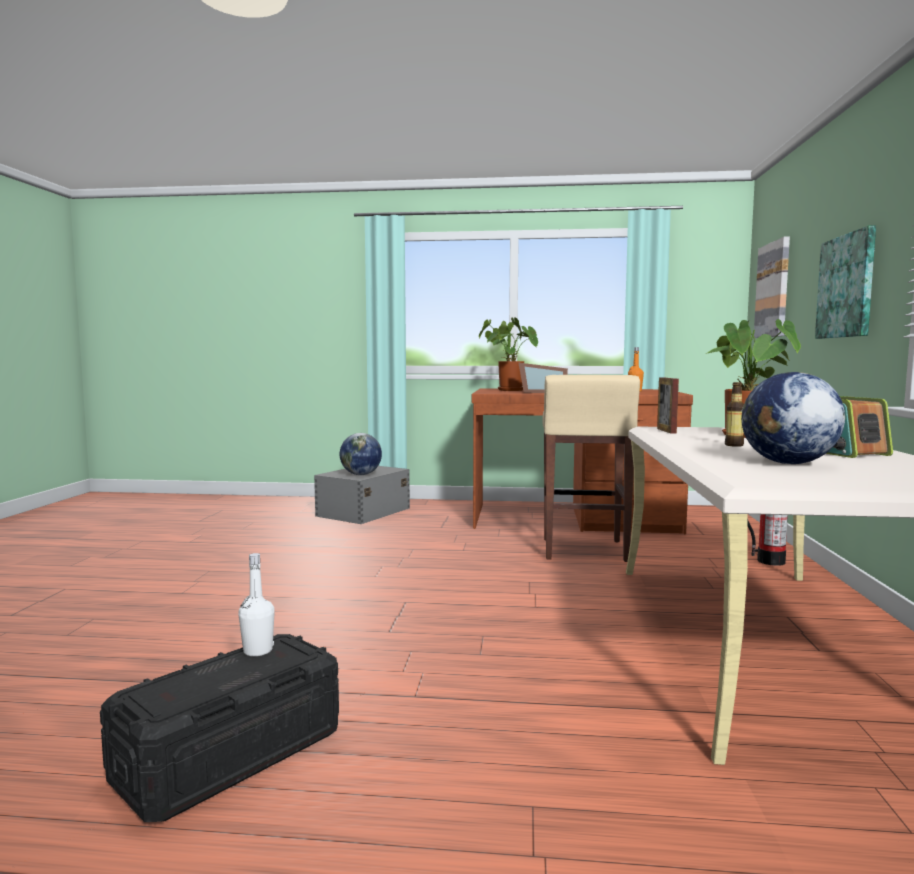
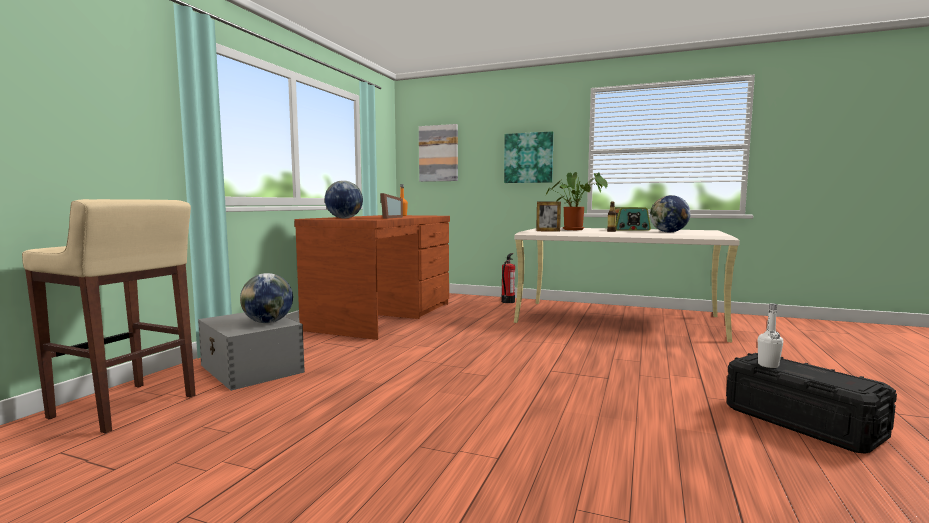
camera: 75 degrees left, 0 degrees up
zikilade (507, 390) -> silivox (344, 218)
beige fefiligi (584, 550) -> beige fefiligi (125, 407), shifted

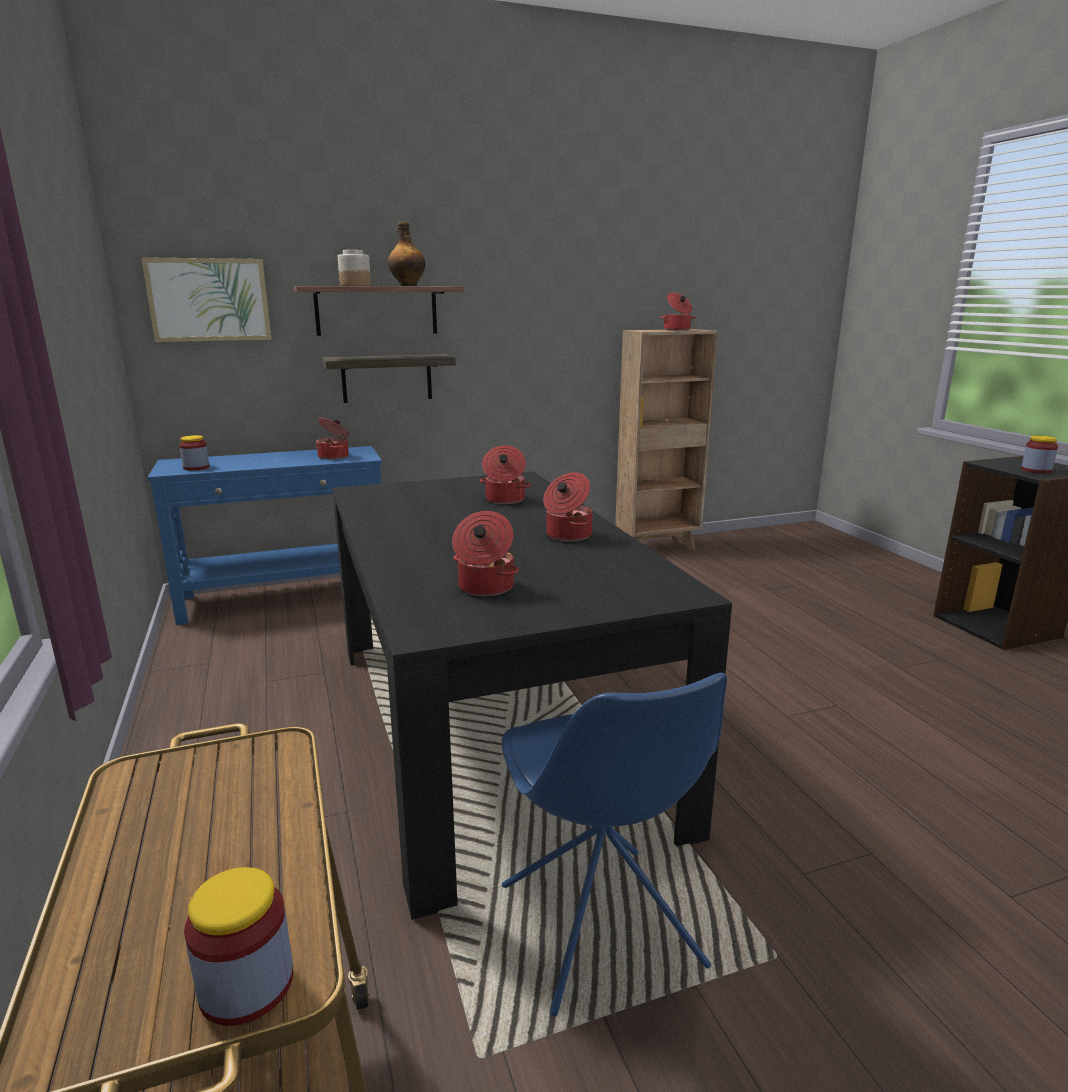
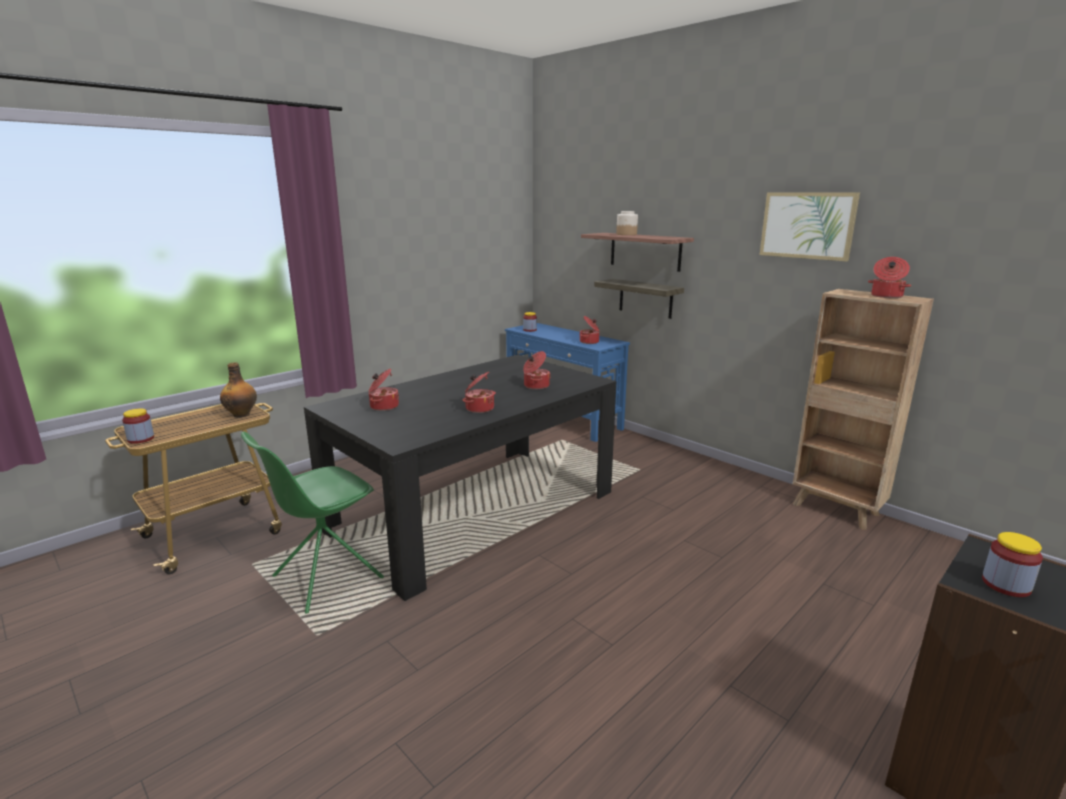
camera: 65 degrees right, 0 degrees up
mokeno (407, 286) -> mokeno (242, 414), shifted
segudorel (209, 300) -> segudorel (807, 225), shifted
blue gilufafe (600, 928) -> green gilufafe (325, 578)

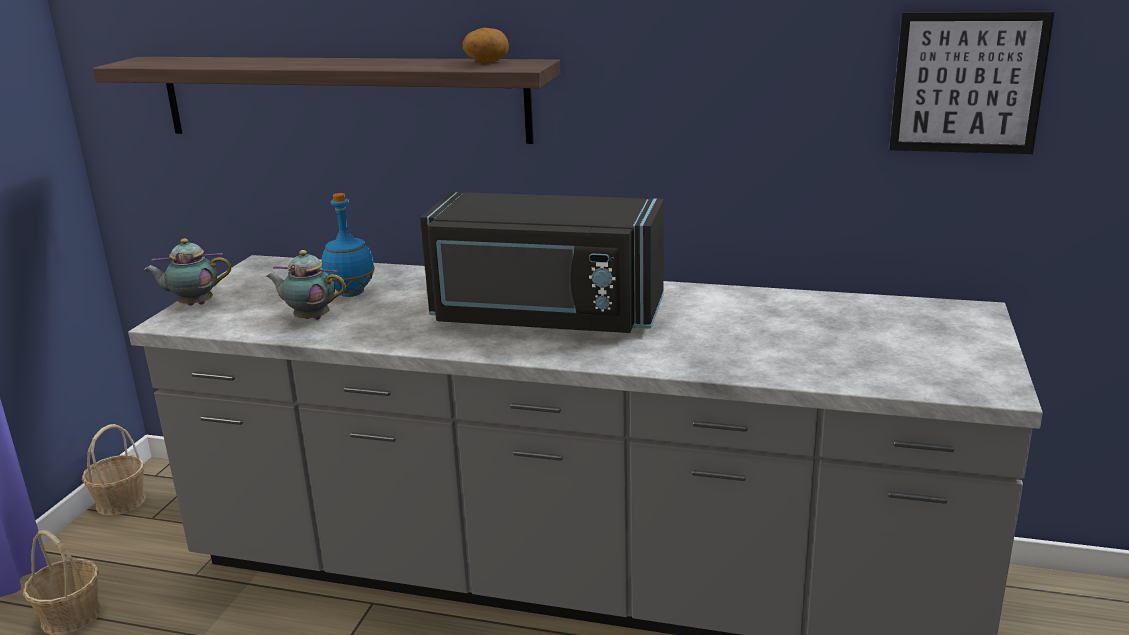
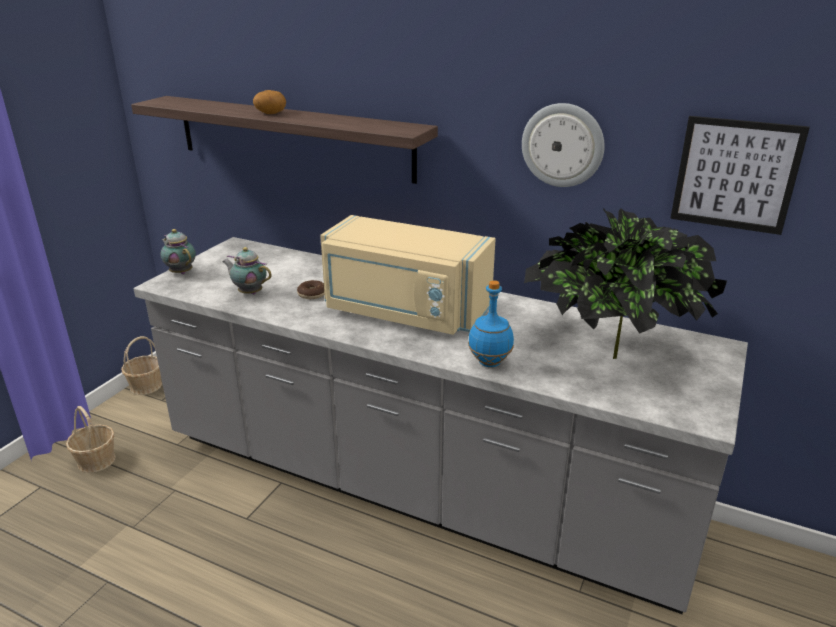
camera: 10 degrees right, 5 degrees up
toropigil (486, 62) -> toropigil (270, 113), shifted
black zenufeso (545, 317) -> beige zenufeso (404, 312)
blue mokeno (350, 293) -> blue mokeno (489, 362), shifted
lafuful (193, 304) -> lafuful (181, 272), 45 degrees clockwise
none -> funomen (562, 145)
none -> zikilade (609, 357)
none -> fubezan (312, 294)

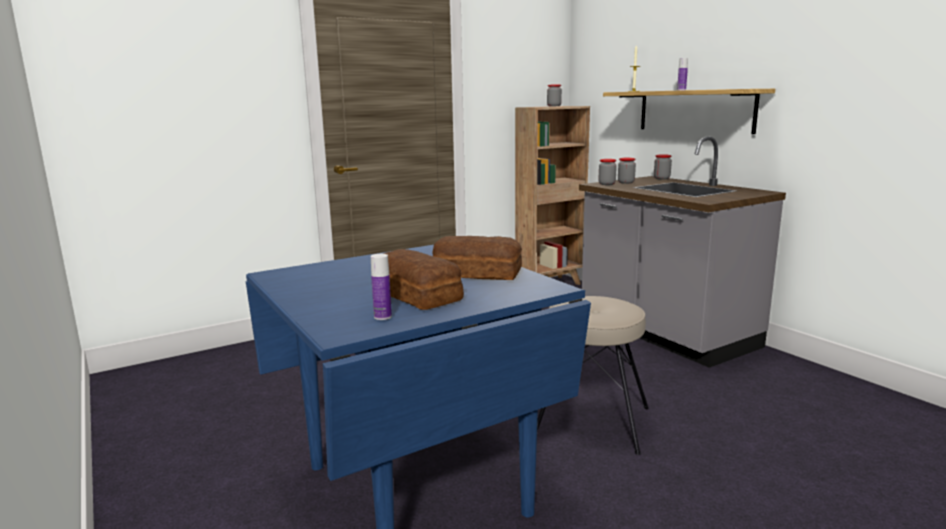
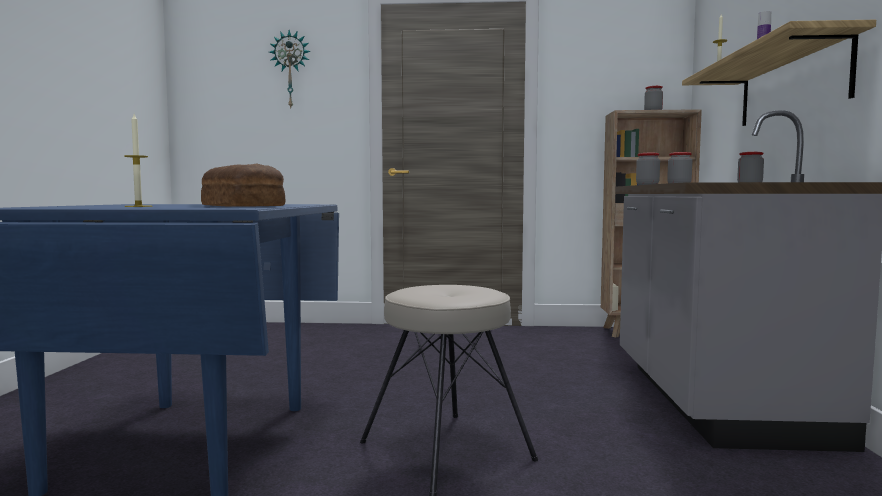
camera: 35 degrees right, 10 degrees down
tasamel (417, 294) -> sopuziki (138, 206)
mokeno (382, 317) -> none
none -> funomen (291, 70)

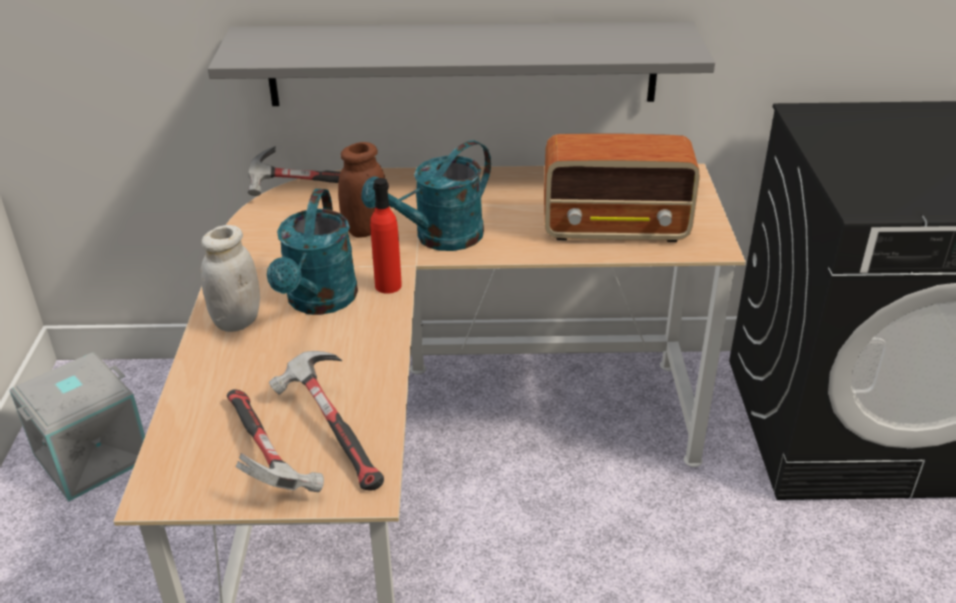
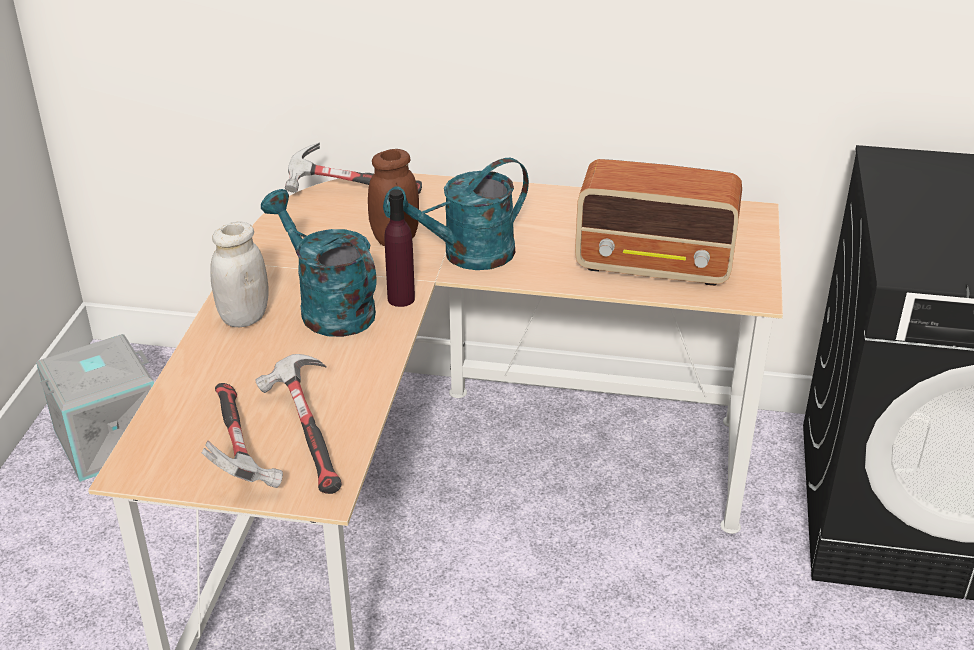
camera: 10 degrees right, 0 degrees up
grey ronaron (462, 64) -> none
red mokeno (388, 285) -> purple mokeno (401, 299)
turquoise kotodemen (319, 302) -> turquoise kotodemen (328, 308), 120 degrees clockwise

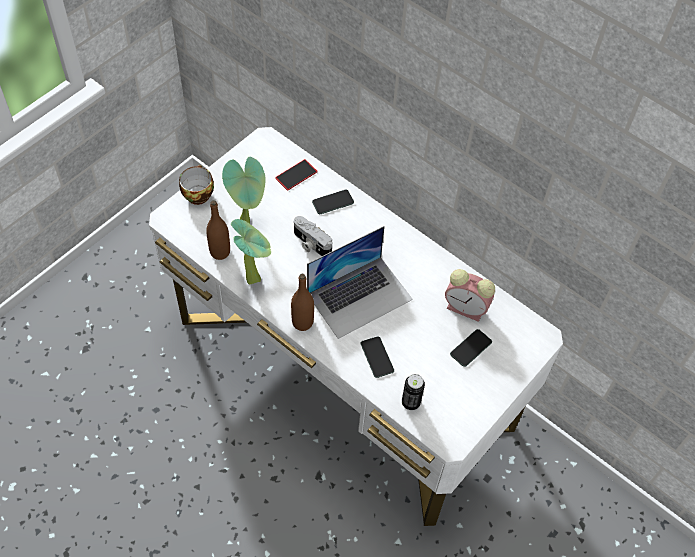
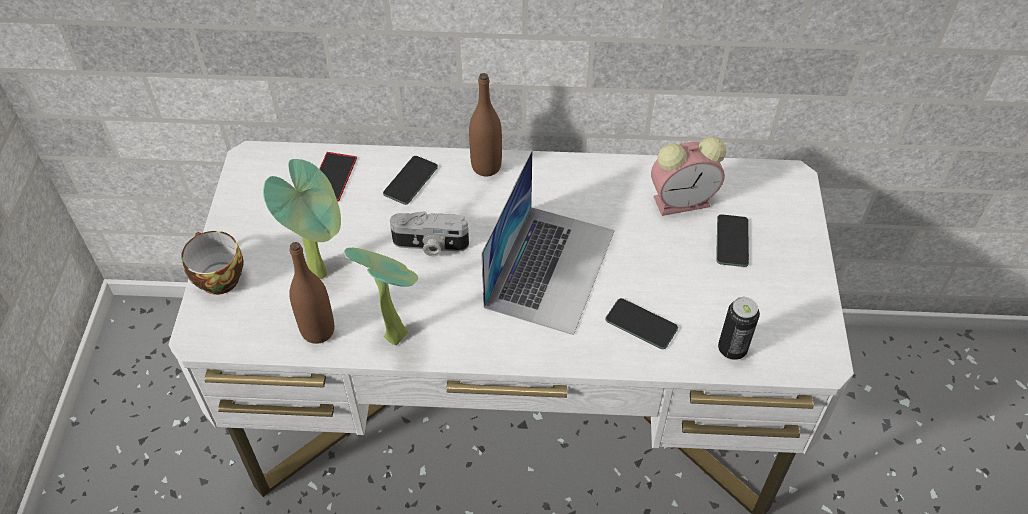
camera: 35 degrees left, 5 degrees down
brown mokeno (302, 322) -> brown mokeno (486, 166), shifted

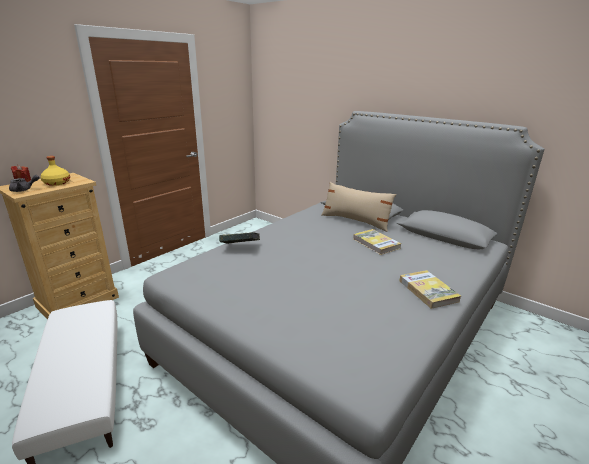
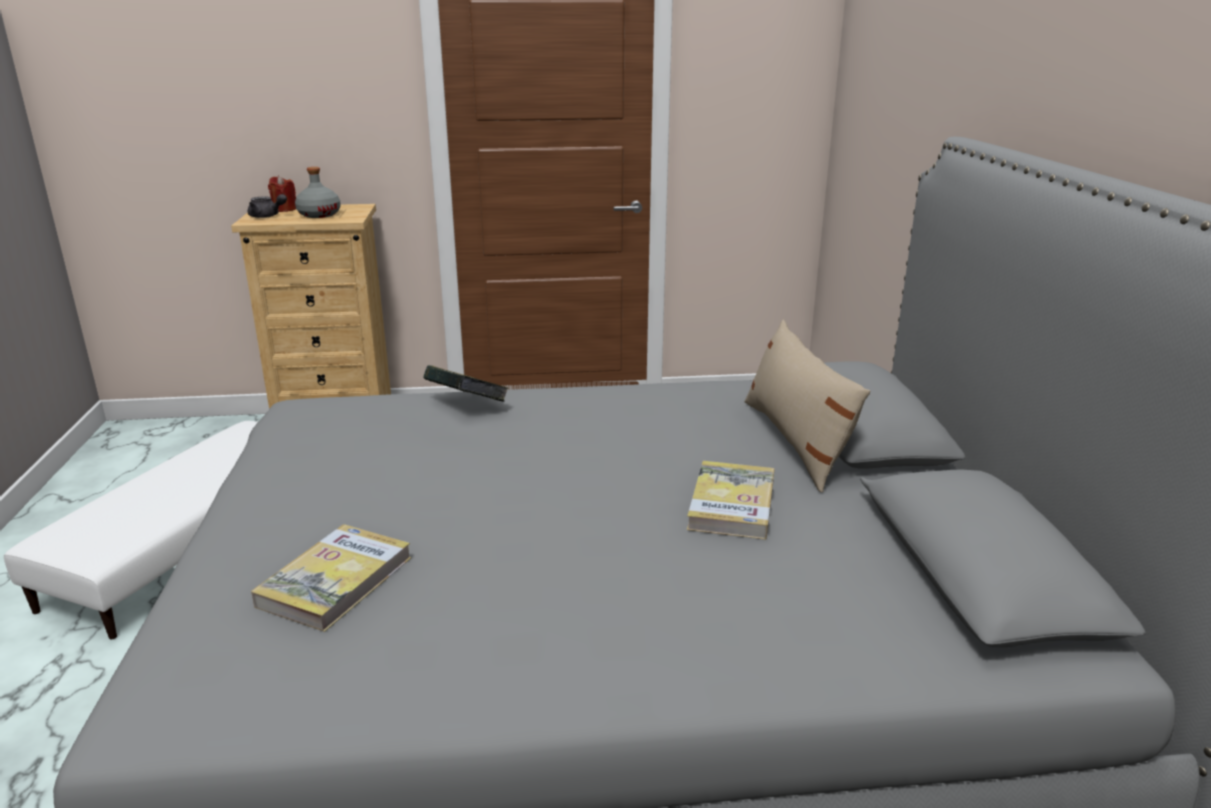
camera: 45 degrees right, 0 degrees up
yellow mokeno (56, 183) -> grey mokeno (319, 214)
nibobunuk (428, 291) -> nibobunuk (335, 581), shifted

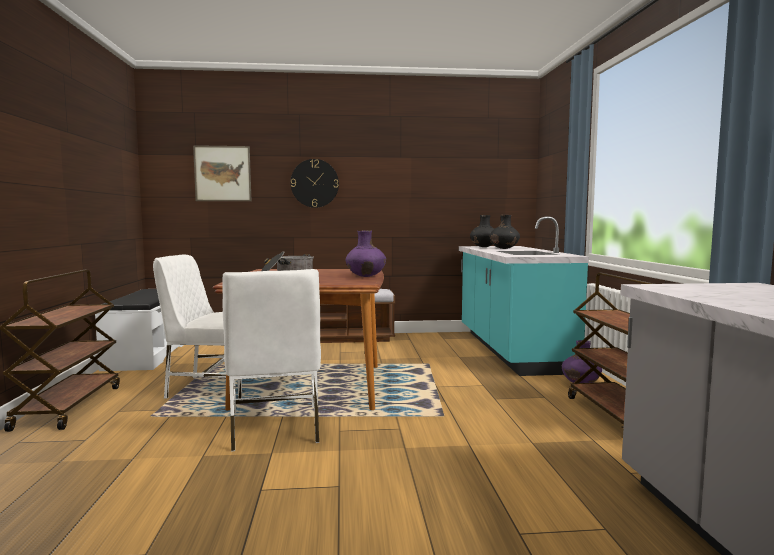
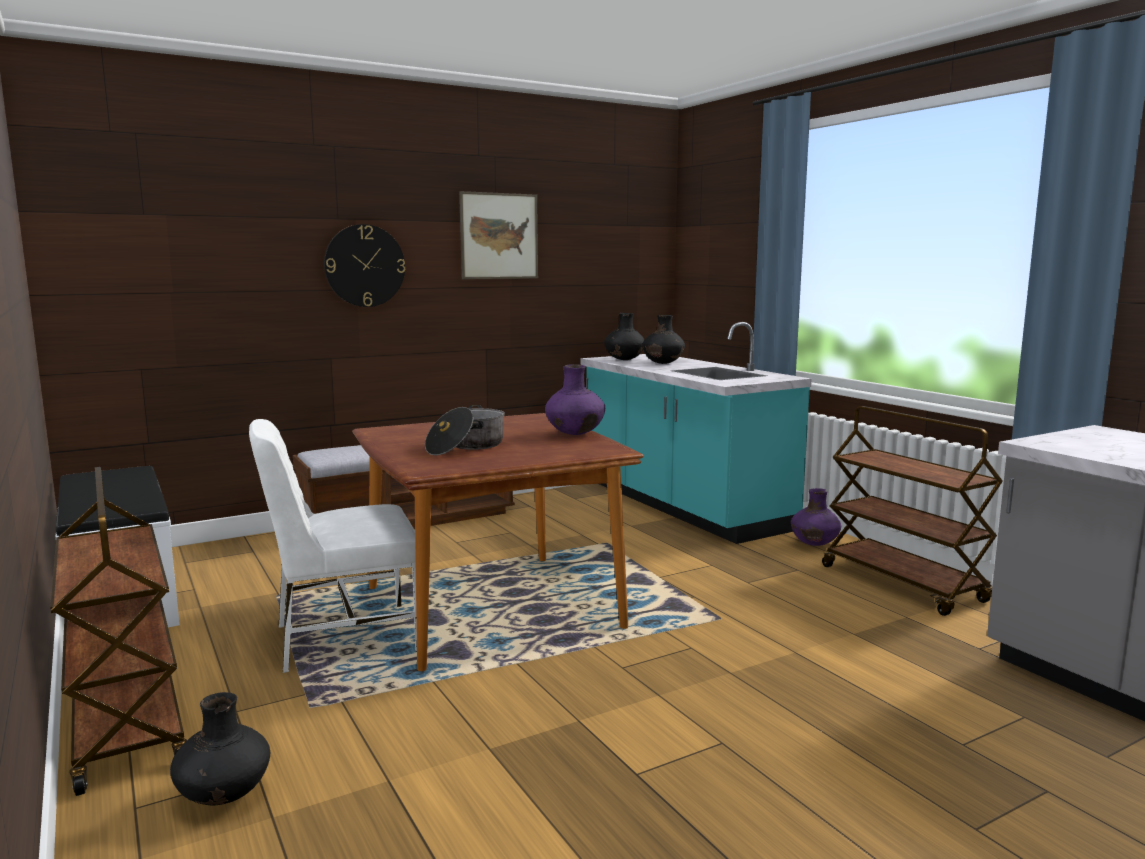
camera: 25 degrees left, 5 degrees up
segudorel (222, 173) -> segudorel (499, 236), shifted
white gilufafe (274, 427) -> none
none -> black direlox (223, 796)

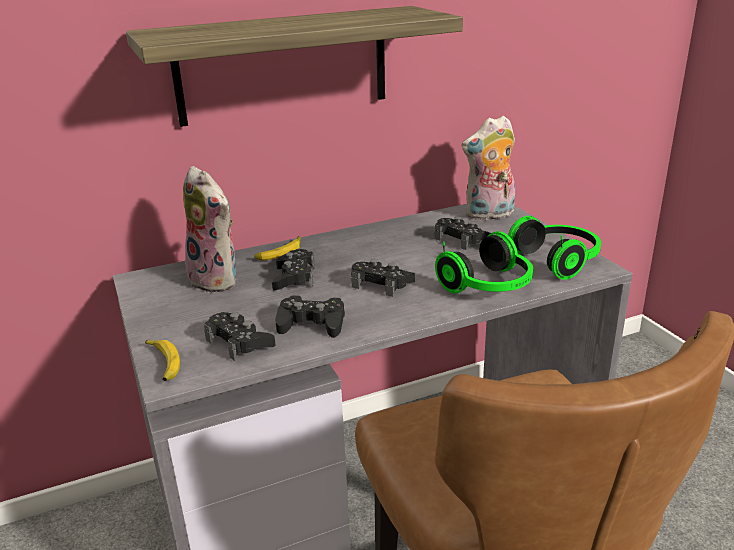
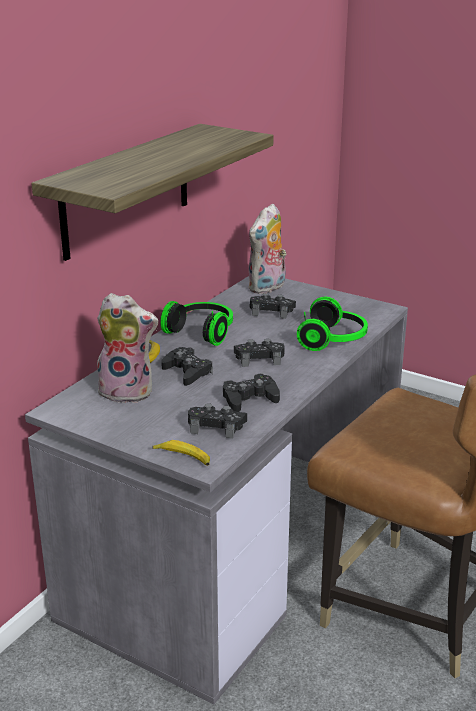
camera: 35 degrees left, 0 degrees up
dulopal (559, 260) -> dulopal (202, 332), shifted

